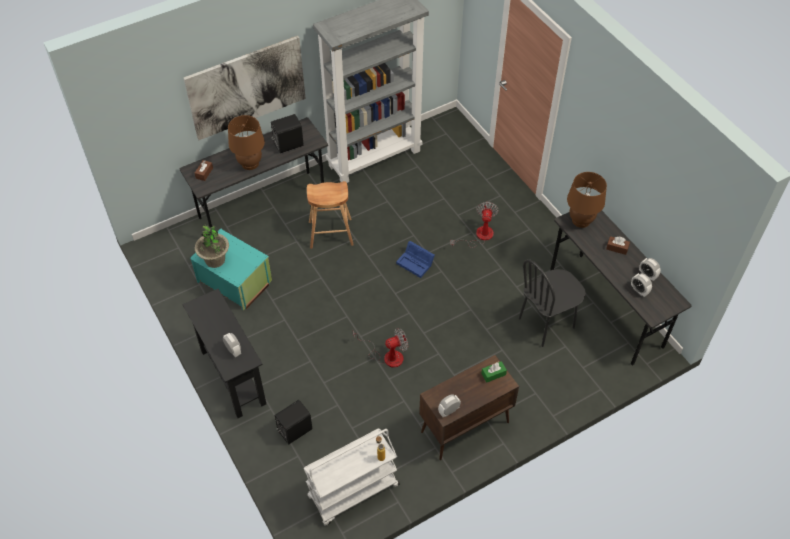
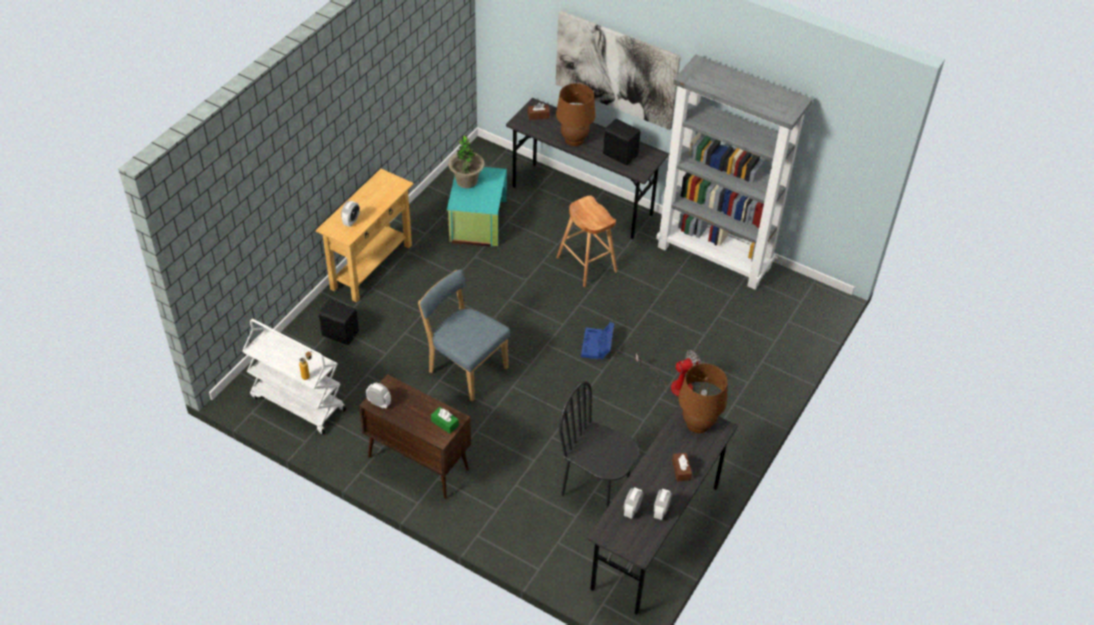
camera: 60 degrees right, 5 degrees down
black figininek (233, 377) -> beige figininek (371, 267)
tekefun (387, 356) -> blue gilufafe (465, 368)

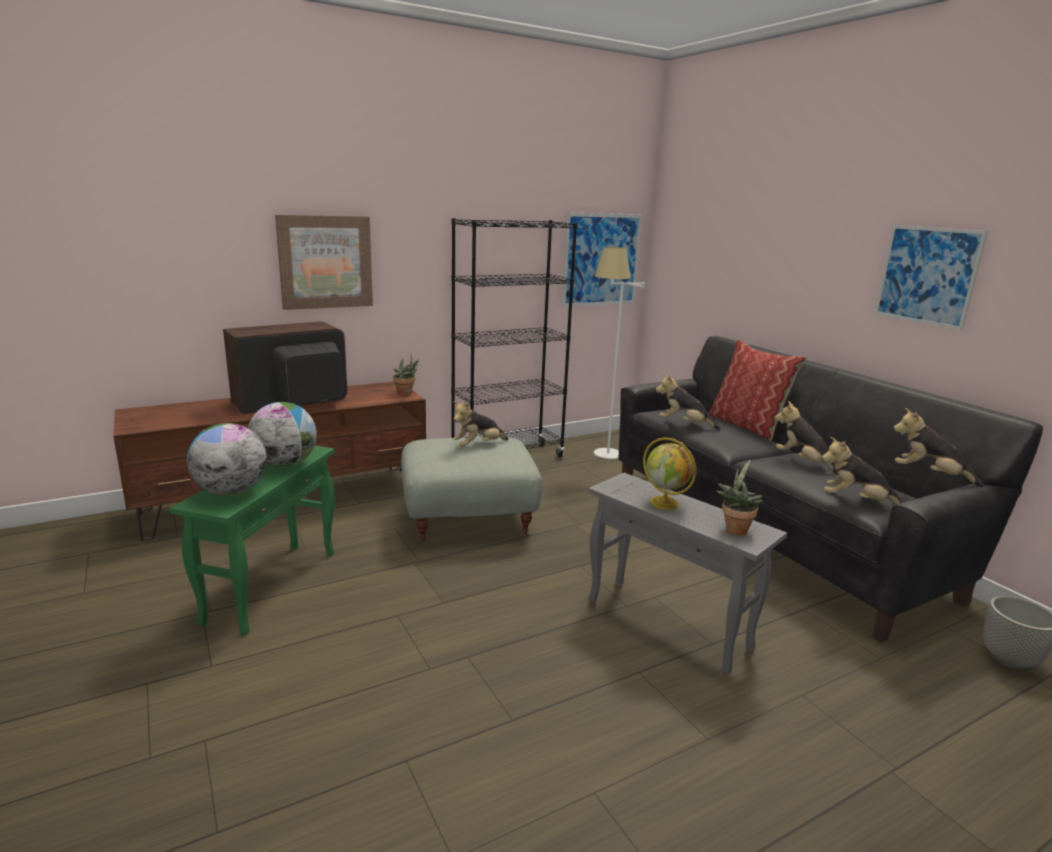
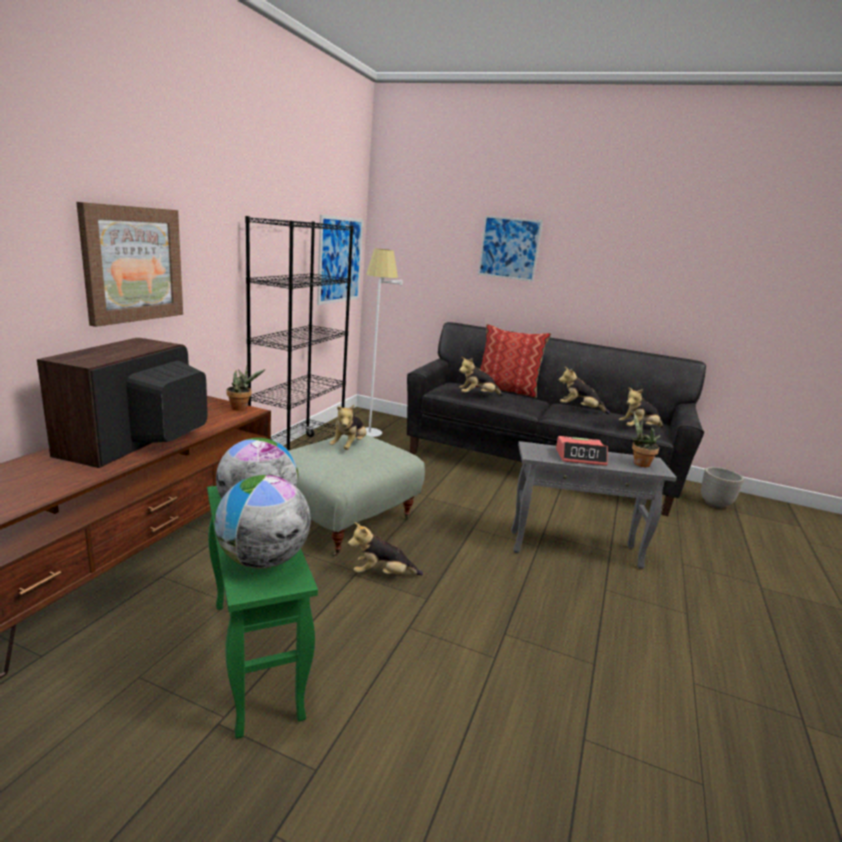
camera: 40 degrees left, 0 degrees up
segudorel (927, 275) -> segudorel (509, 248), shifted
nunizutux (929, 475) -> nunizutux (382, 574), shifted
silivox (665, 503) -> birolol (580, 457)

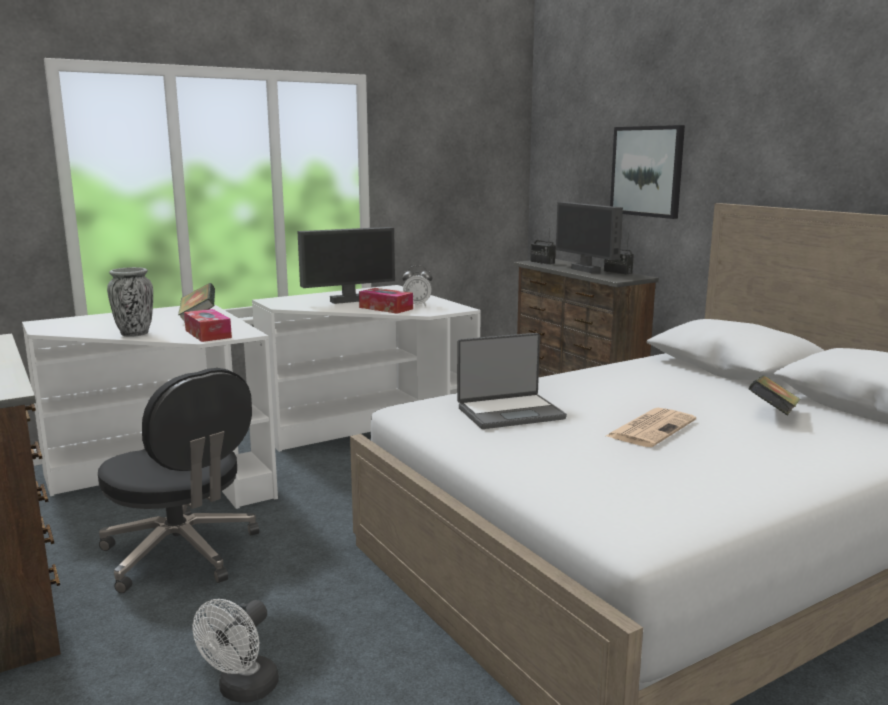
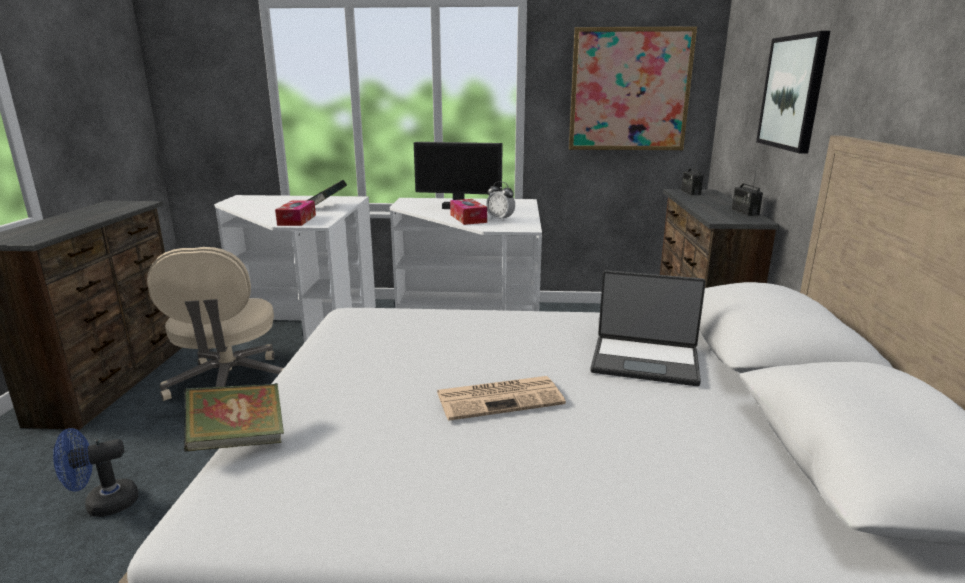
camera: 35 degrees right, 5 degrees up
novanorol (586, 270) -> none
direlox (134, 334) -> none
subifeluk (510, 413) -> subifeluk (645, 361), shifted
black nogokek (182, 554) -> beige nogokek (230, 385)
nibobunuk (772, 414) -> nibobunuk (238, 441), shifted
white tekefun (242, 691) -> blue tekefun (103, 505)
none -> segudorel (629, 90)

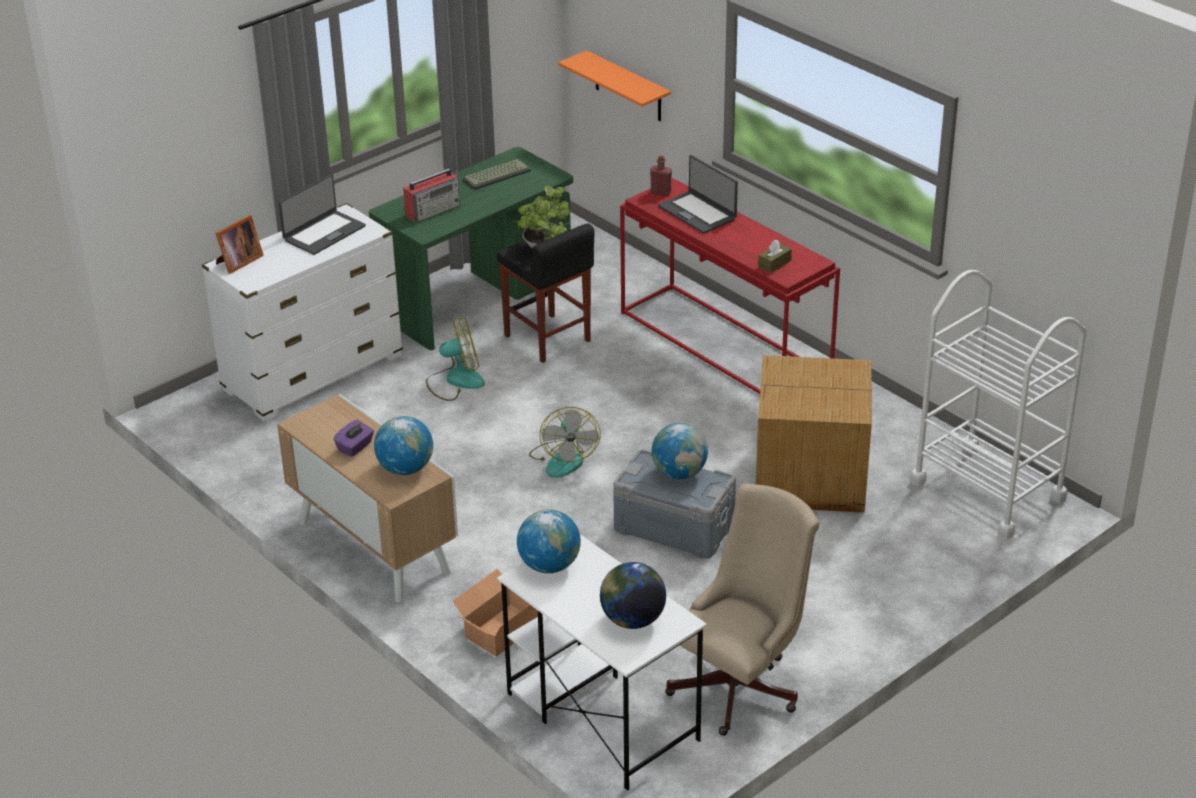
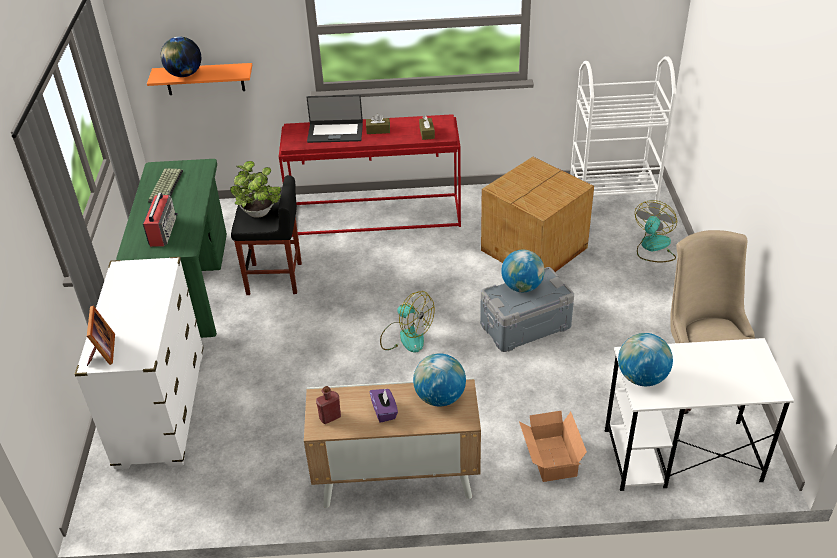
camera: 50 degrees left, 5 degrees up
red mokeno (660, 192) -> red mokeno (330, 417), shifted
subifeluk (323, 233) -> none
tekefun (455, 381) -> tekefun (653, 247), shifted
silivox (632, 620) -> silivox (184, 74), shifted
none -> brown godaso (378, 130)

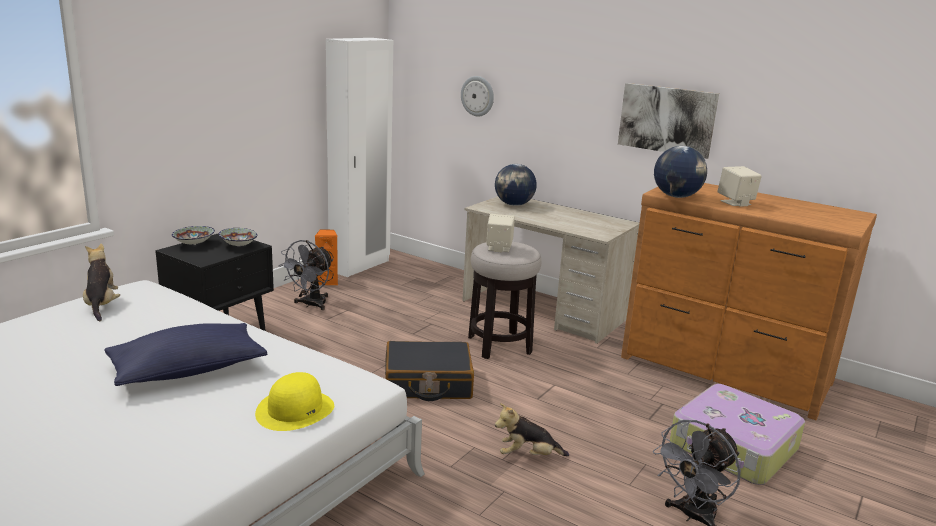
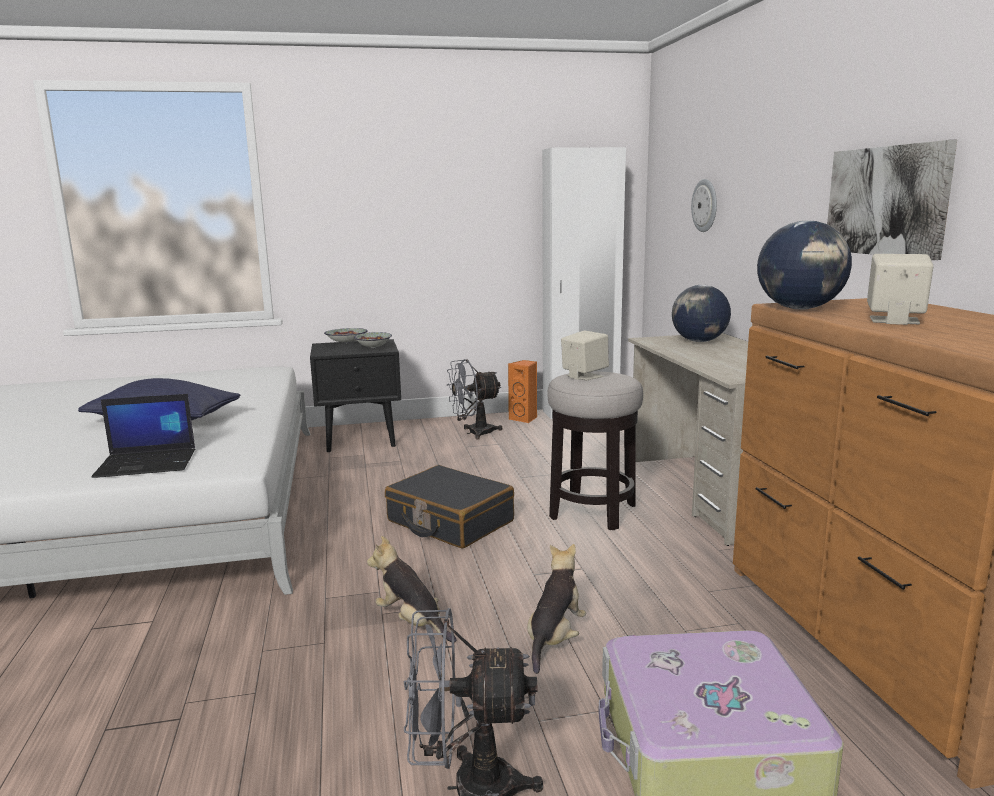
camera: 45 degrees right, 5 degrees down
nunizutux (101, 305) -> nunizutux (555, 639), shifted
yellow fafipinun (295, 410) -> subifeluk (148, 463)

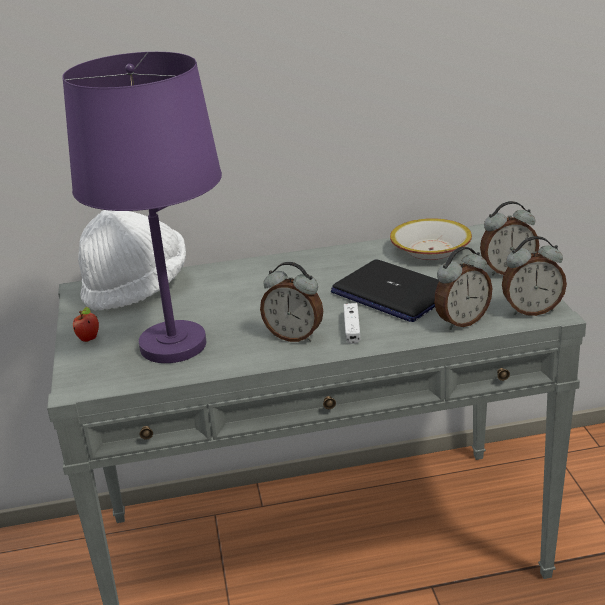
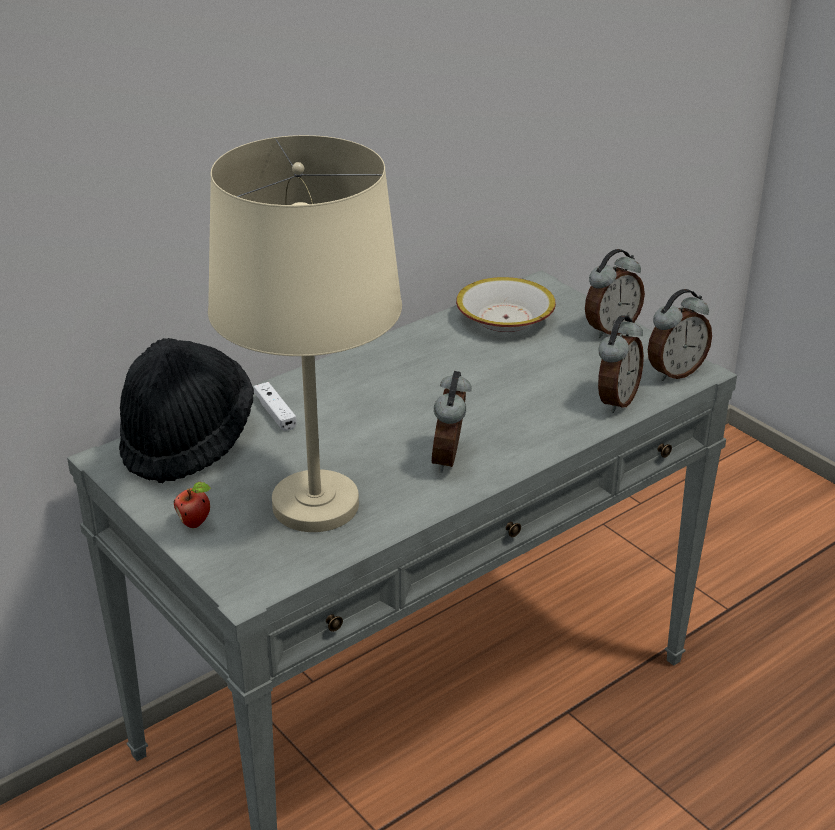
camera: 30 degrees left, 5 degrees up
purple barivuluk (174, 346) -> beige barivuluk (317, 505)
white fafipinun (136, 288) -> black fafipinun (187, 440)
subifeluk (392, 293) -> none
birolol (294, 336) -> birolol (451, 459), 105 degrees clockwise
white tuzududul (352, 328) -> white tuzududul (275, 413), shifted

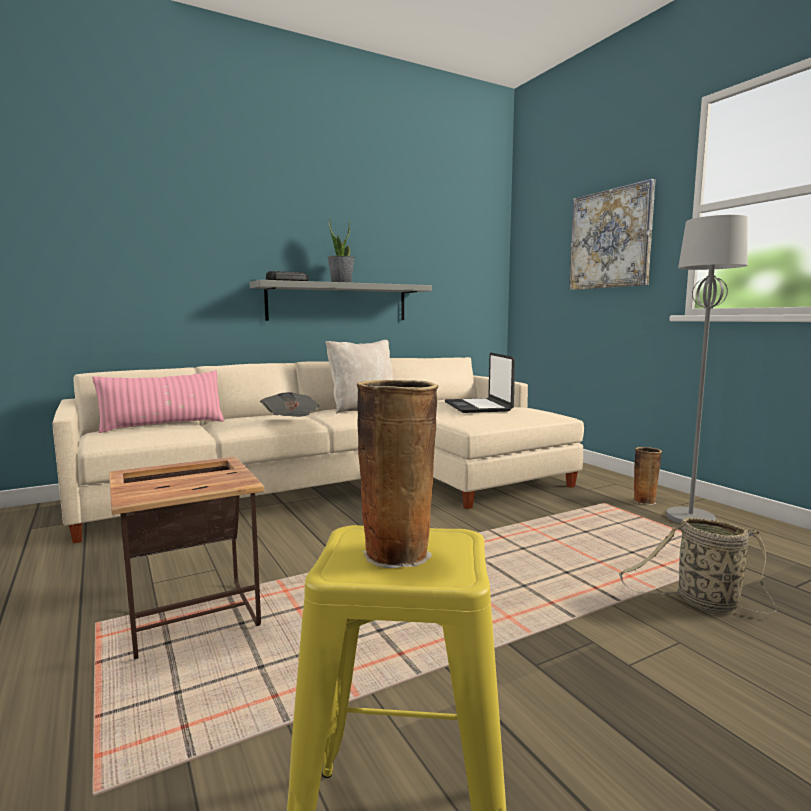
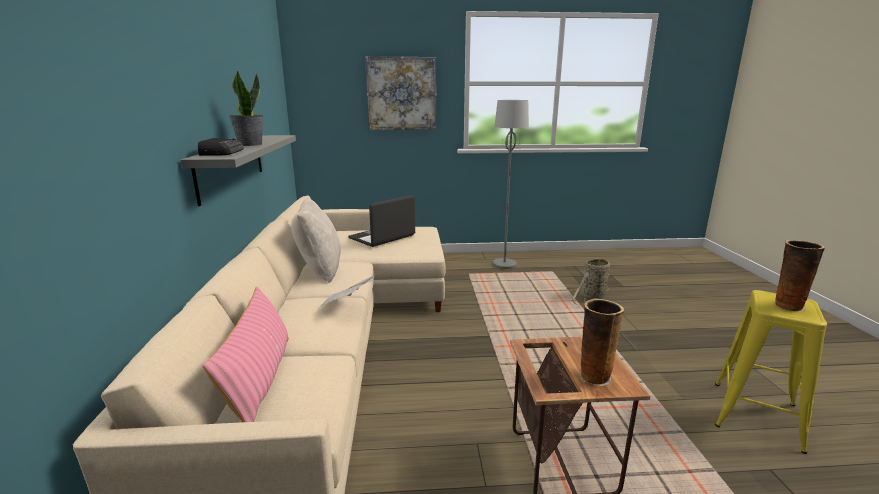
camera: 65 degrees left, 10 degrees up
subifeluk (478, 407) -> subifeluk (382, 237), 120 degrees clockwise
direlox (644, 501) -> direlox (594, 376), shifted

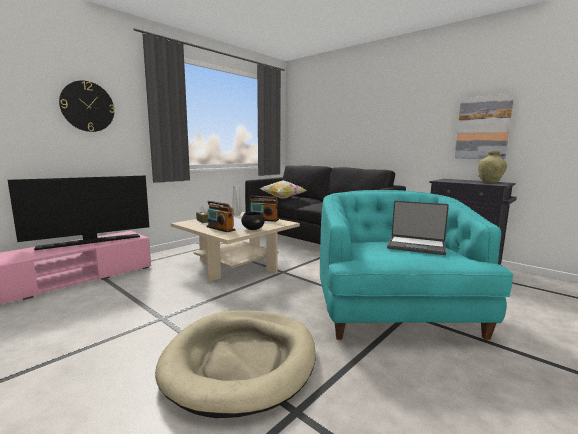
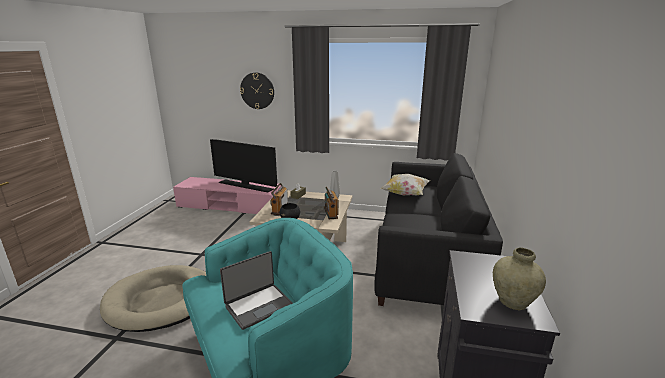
camera: 60 degrees right, 10 degrees up
segudorel (482, 128) -> none
subifeluk (416, 246) -> subifeluk (258, 306), 120 degrees counterclockwise

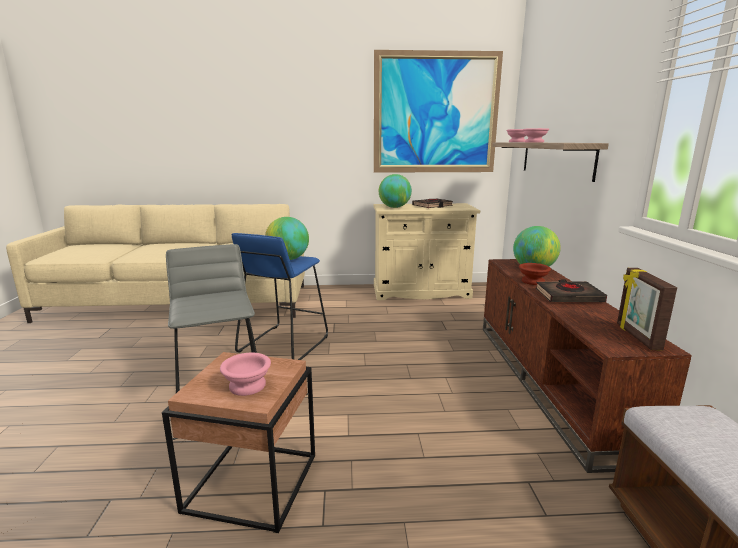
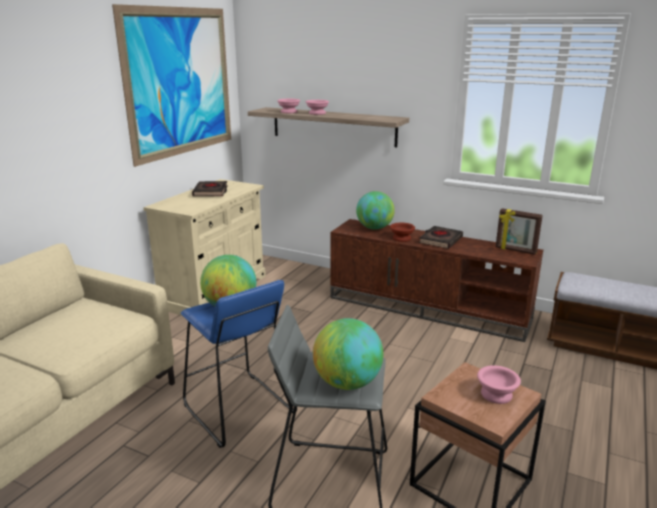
camera: 60 degrees left, 5 degrees up
silivox (394, 207) -> silivox (347, 383), shifted

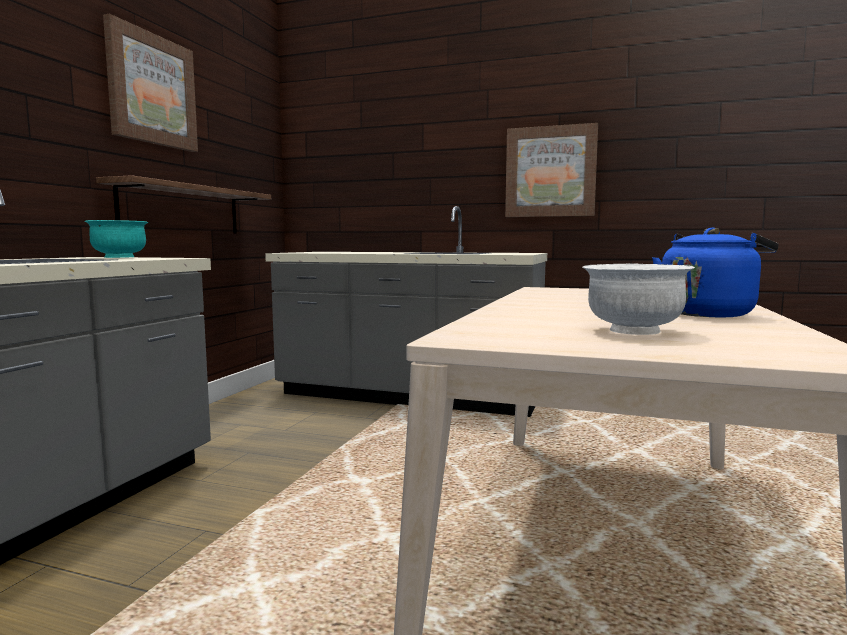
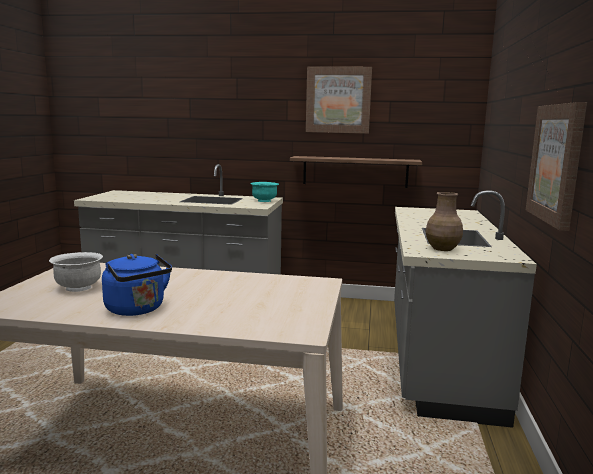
camera: 80 degrees right, 5 degrees up
none -> brown direlox (443, 249)

